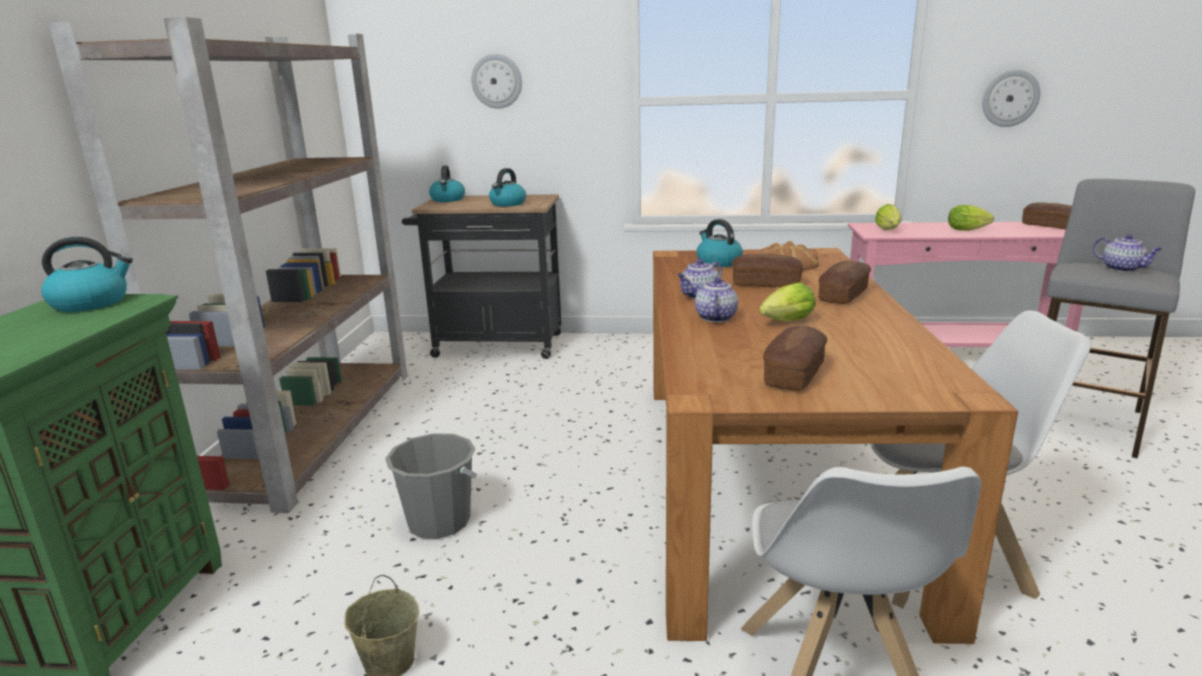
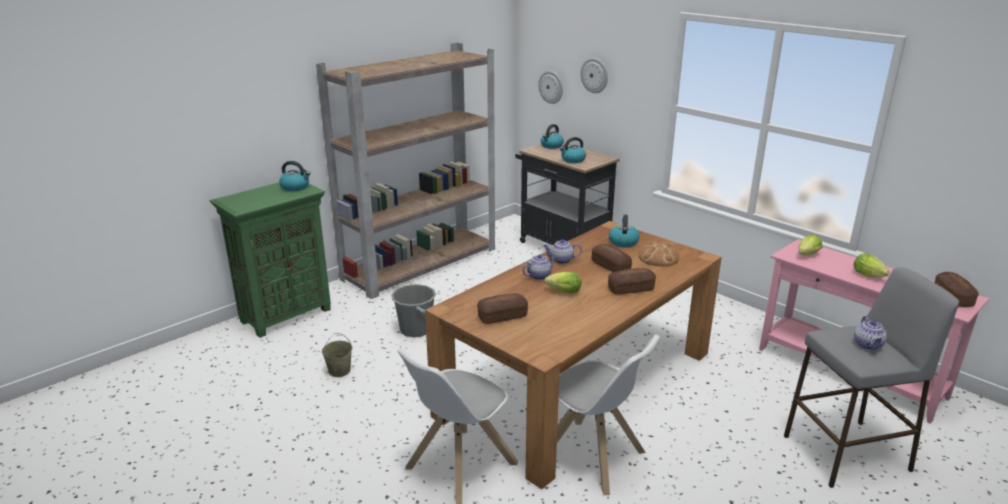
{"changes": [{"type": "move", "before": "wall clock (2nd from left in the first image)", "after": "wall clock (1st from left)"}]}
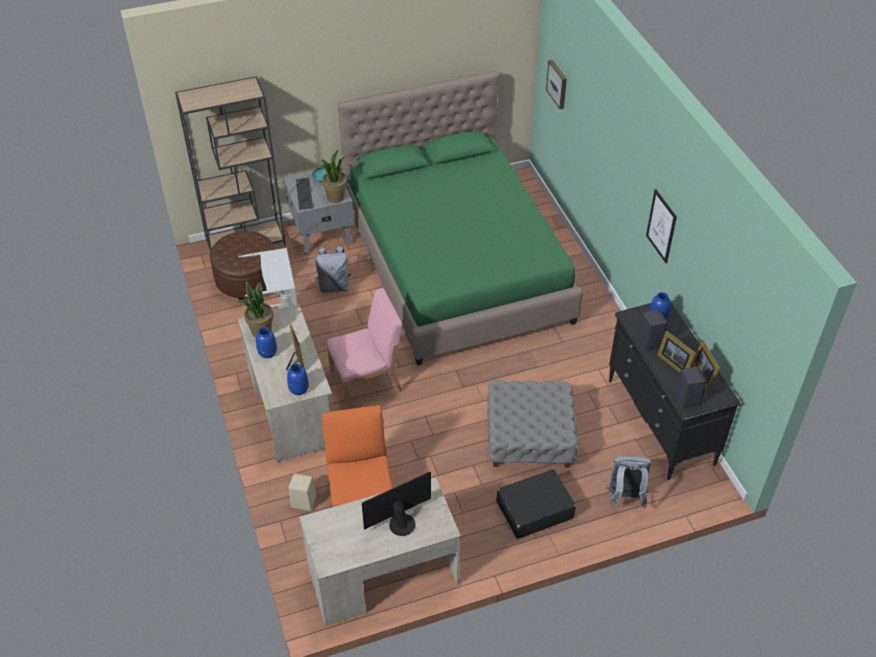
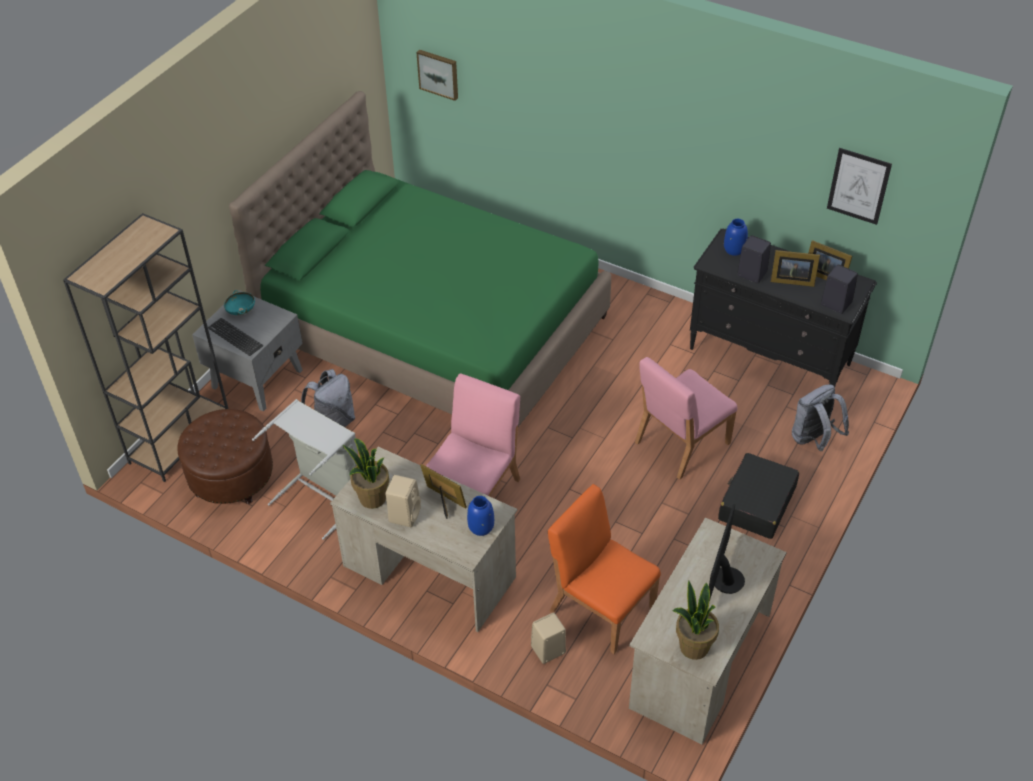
{"changes": [{"type": "move", "before": "potted plant (2nd from left)"}, {"type": "move", "before": "picture (2nd from left)"}, {"type": "replace", "before": "vase in blue (1st from left)", "after": "speaker in beige (1st from left)"}, {"type": "replace", "before": "ottoman in grey", "after": "chair in pink (2nd from left)"}]}
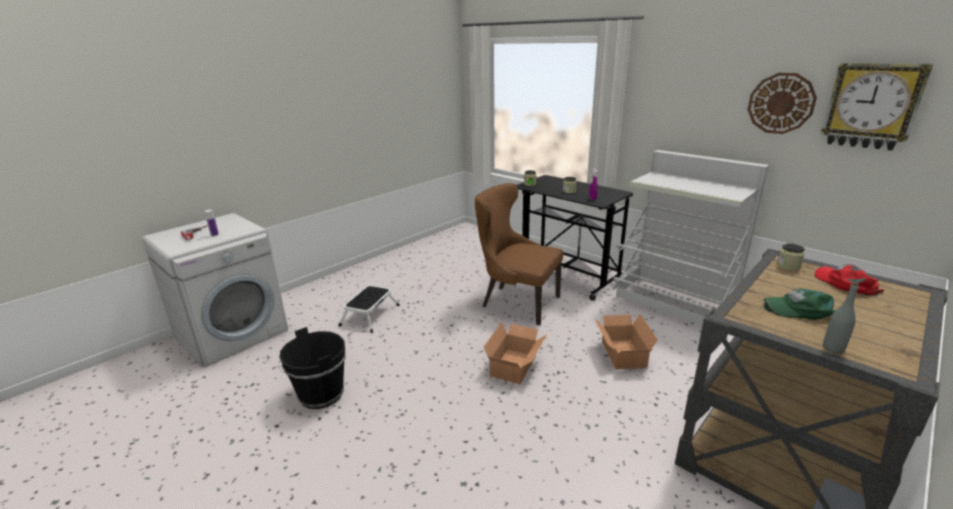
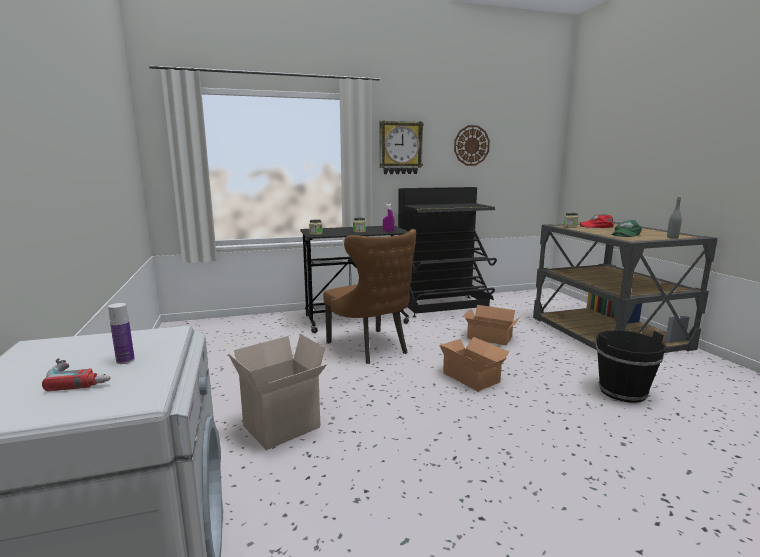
{"changes": [{"type": "move", "before": "wall clock (2nd from left in the first image)", "after": "wall clock (1st from left)"}, {"type": "recolor", "before": "shoe rack in white", "after": "shoe rack in black"}, {"type": "rotate", "before": "chair in brown", "turn": -90}, {"type": "replace", "before": "step ladder in black", "after": "cardboard box (1st from left)"}, {"type": "move", "before": "bucket in black"}]}
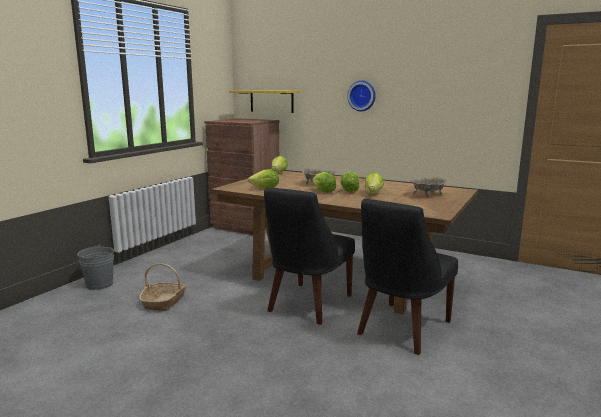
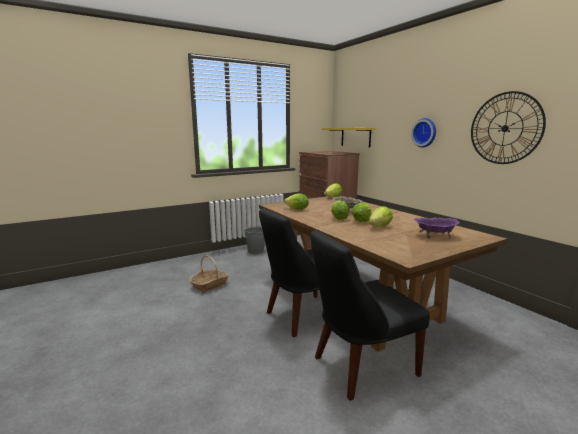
{"changes": [{"type": "recolor", "before": "bowl in beige (2nd from left)", "after": "bowl in purple"}, {"type": "move", "before": "bucket in grey"}, {"type": "insert", "after": "wall clock (2nd from left)"}]}
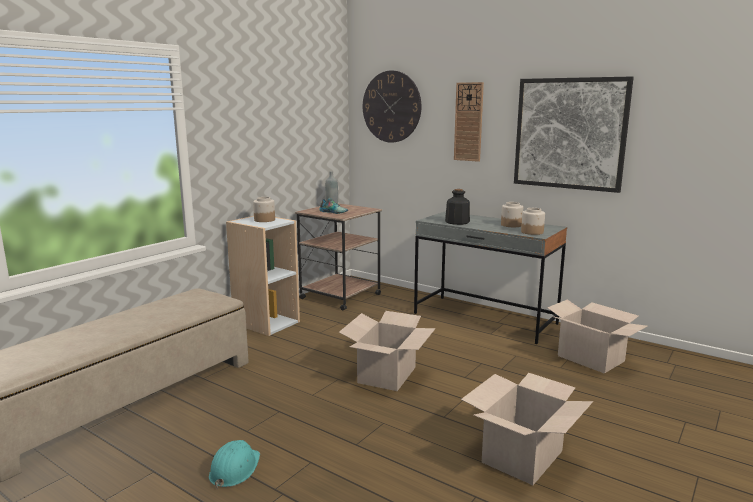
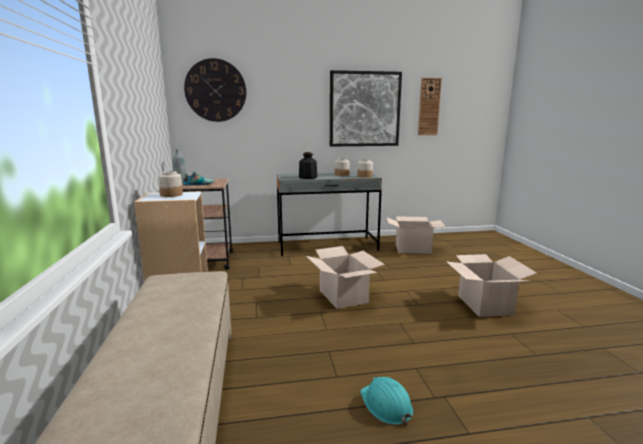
{"changes": [{"type": "move", "before": "wall clock (2nd from left)"}]}
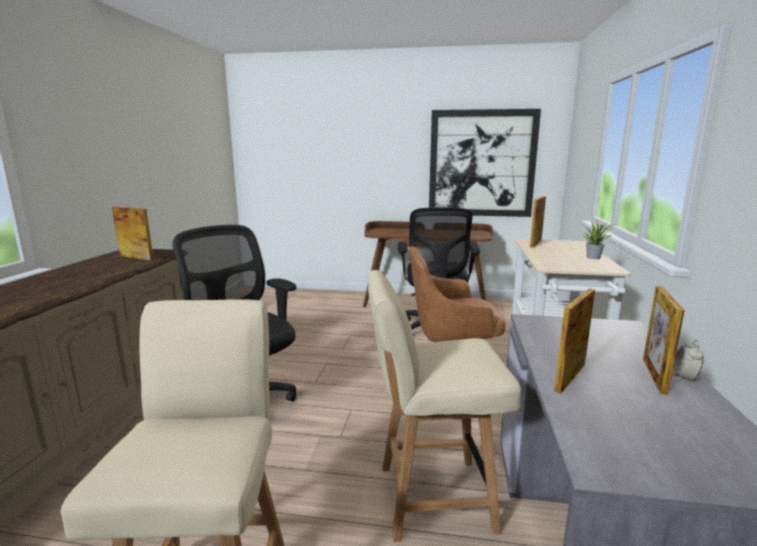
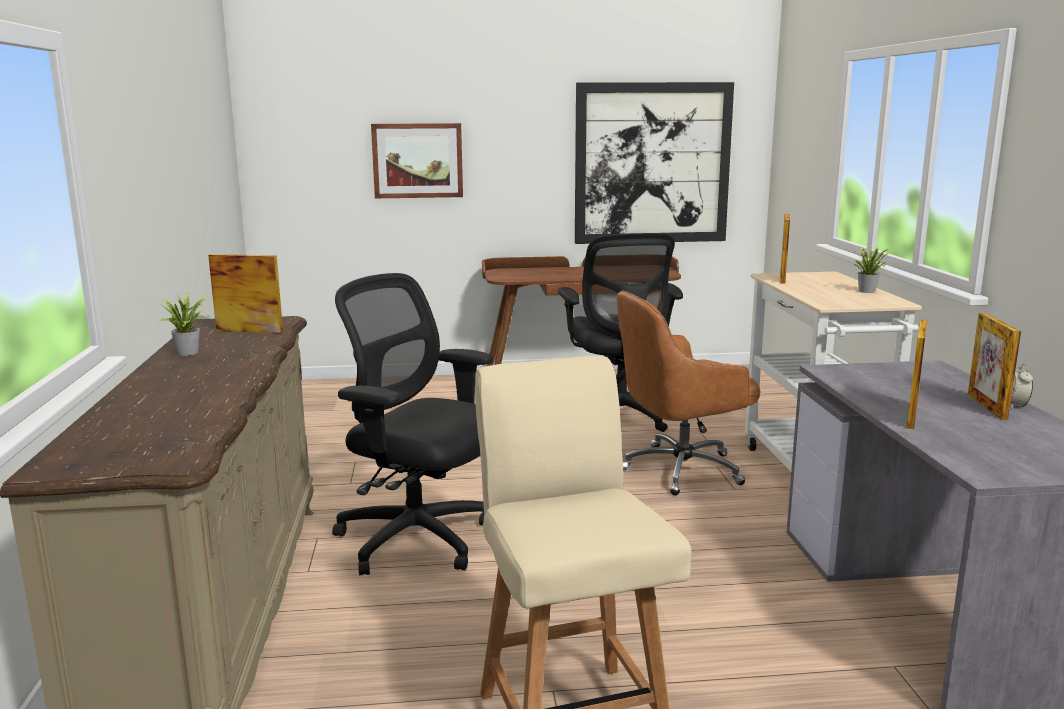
{"changes": [{"type": "delete", "before": "chair in beige (2nd from left)"}, {"type": "insert", "after": "picture (1st from left)"}, {"type": "insert", "after": "potted plant (1st from left)"}]}
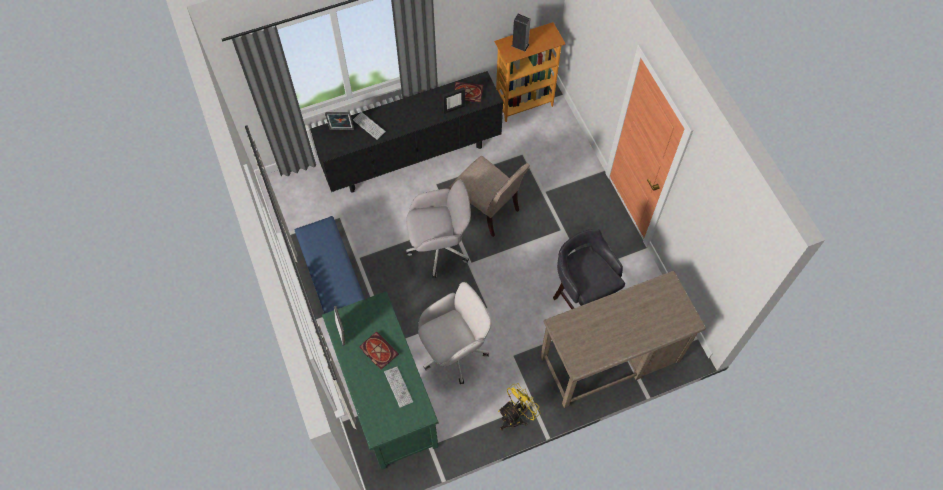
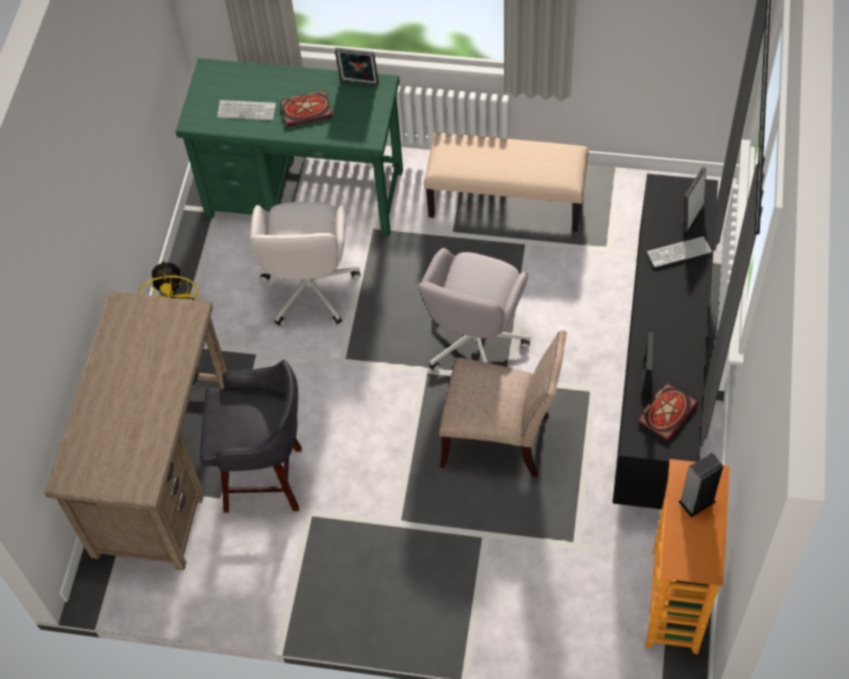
{"changes": [{"type": "rotate", "before": "chair in beige", "turn": -150}, {"type": "recolor", "before": "bench in blue", "after": "bench in beige"}]}
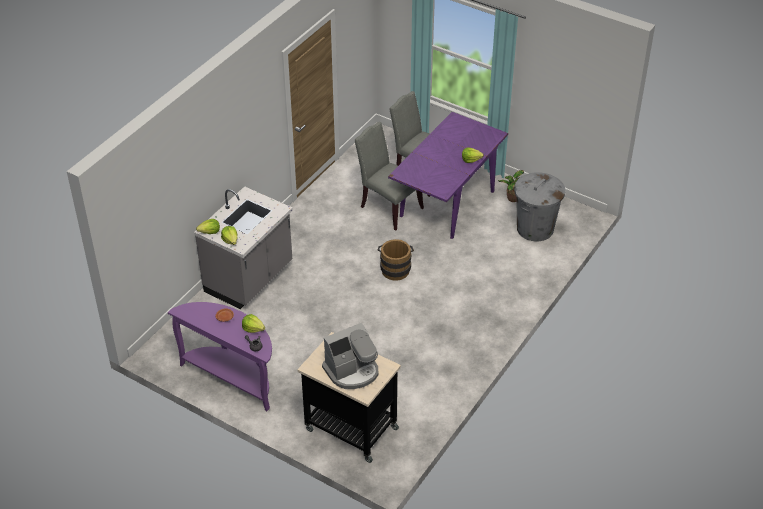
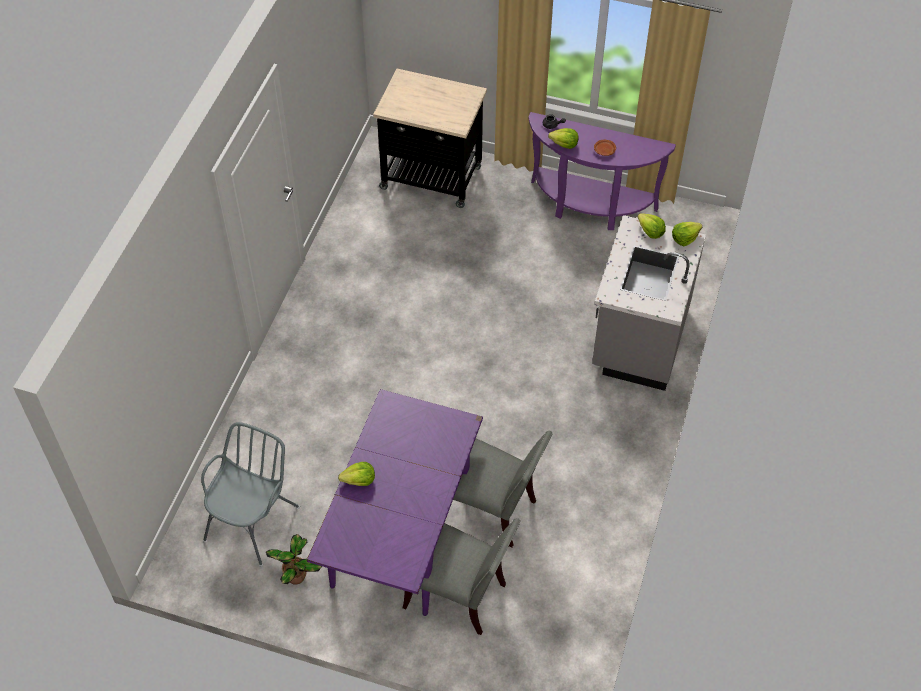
{"changes": [{"type": "replace", "before": "trash can in grey", "after": "chair in grey (1st from left)"}, {"type": "delete", "before": "bucket in brown"}, {"type": "delete", "before": "coffee machine"}]}
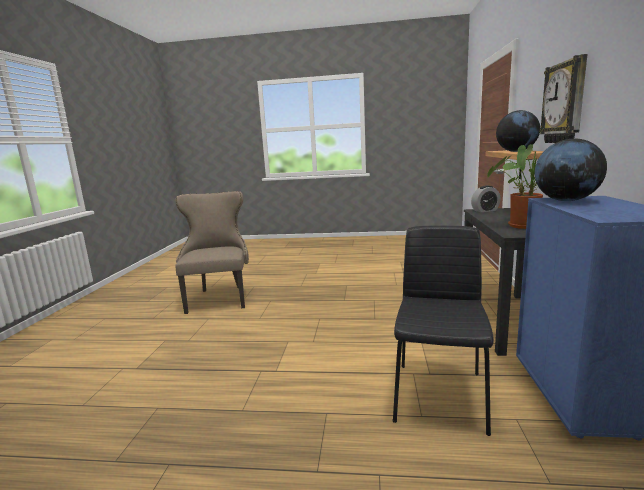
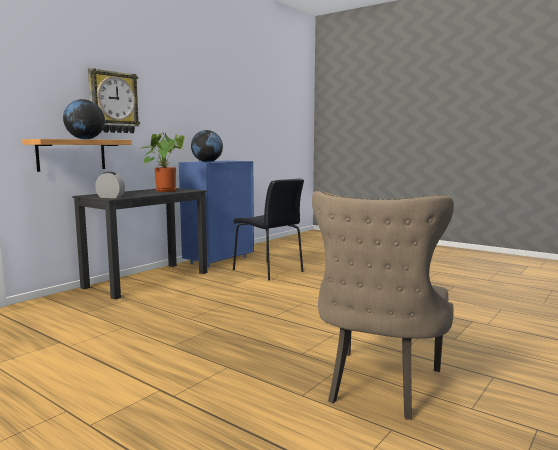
{"changes": [{"type": "rotate", "before": "chair in black", "turn": -90}]}
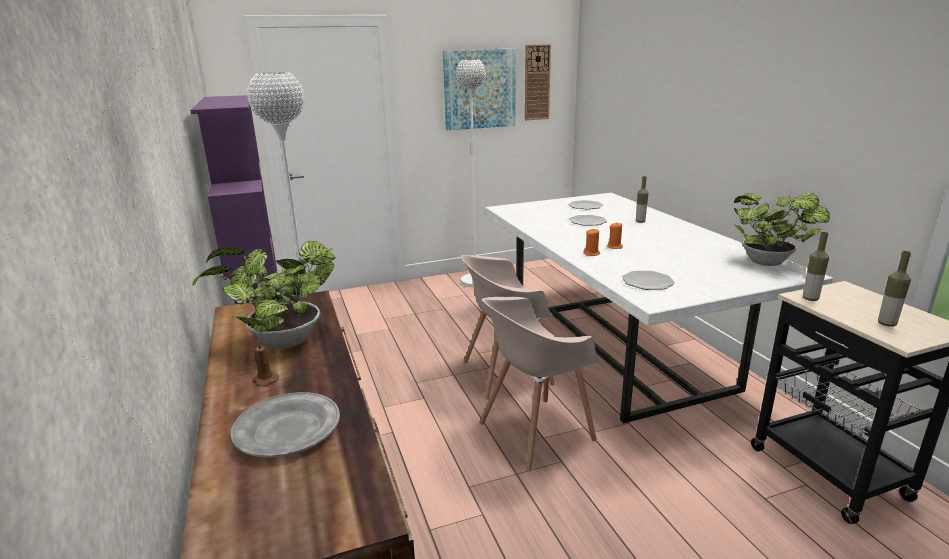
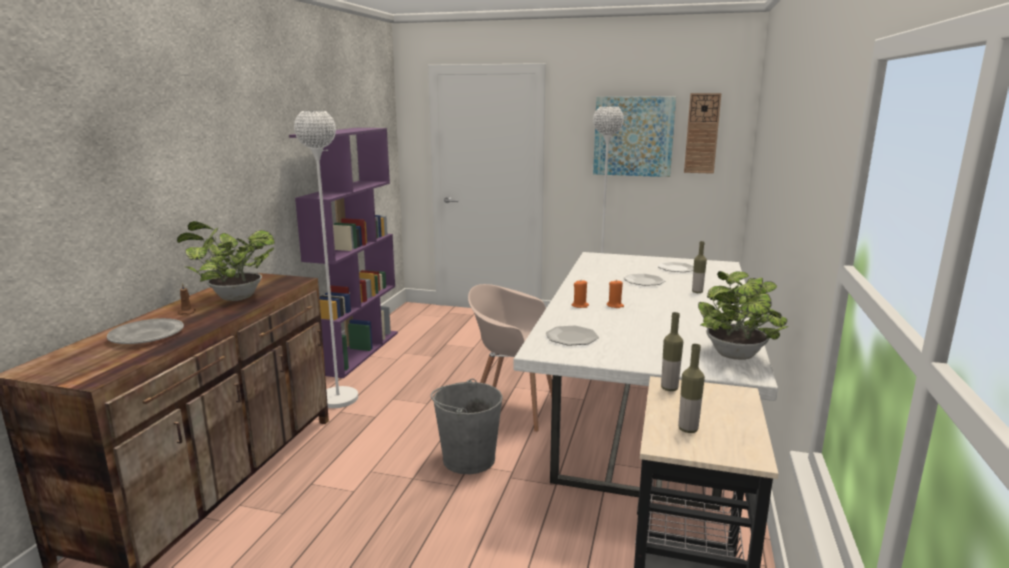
{"changes": [{"type": "replace", "before": "chair in beige (2nd from left)", "after": "bucket in grey"}]}
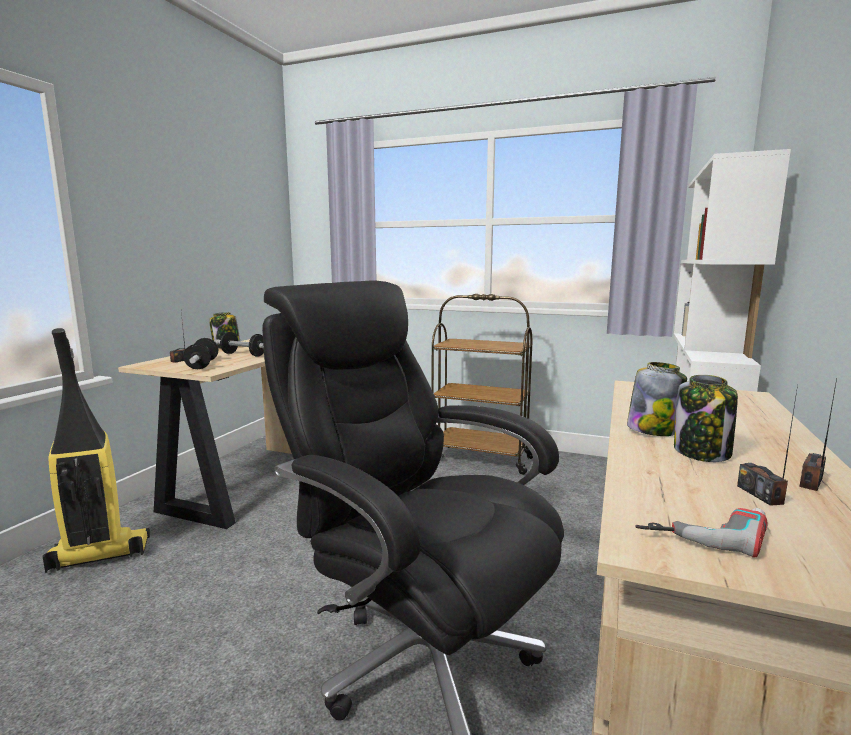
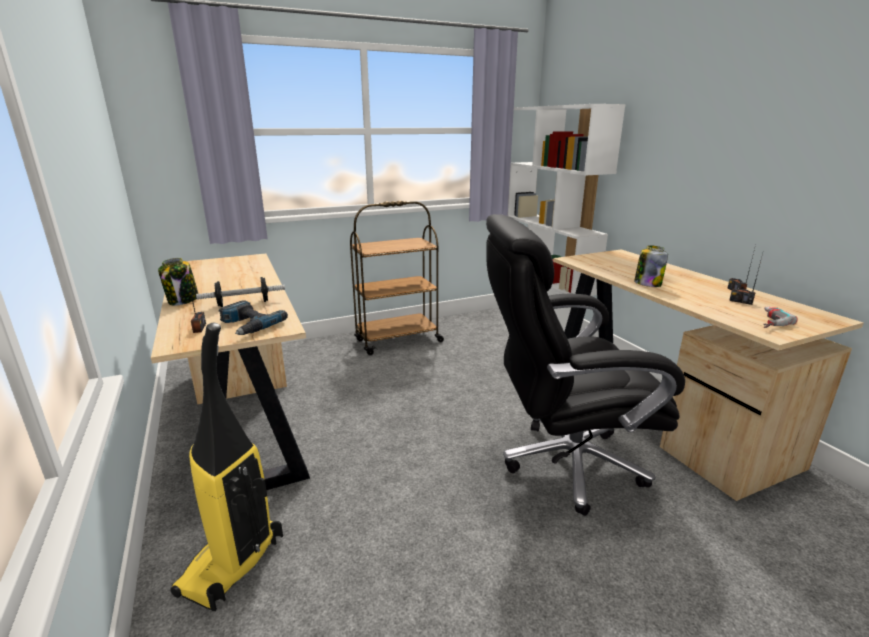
{"changes": [{"type": "replace", "before": "dumbbell (1st from left)", "after": "power drill (1st from left)"}, {"type": "delete", "before": "jar (3rd from left)"}]}
